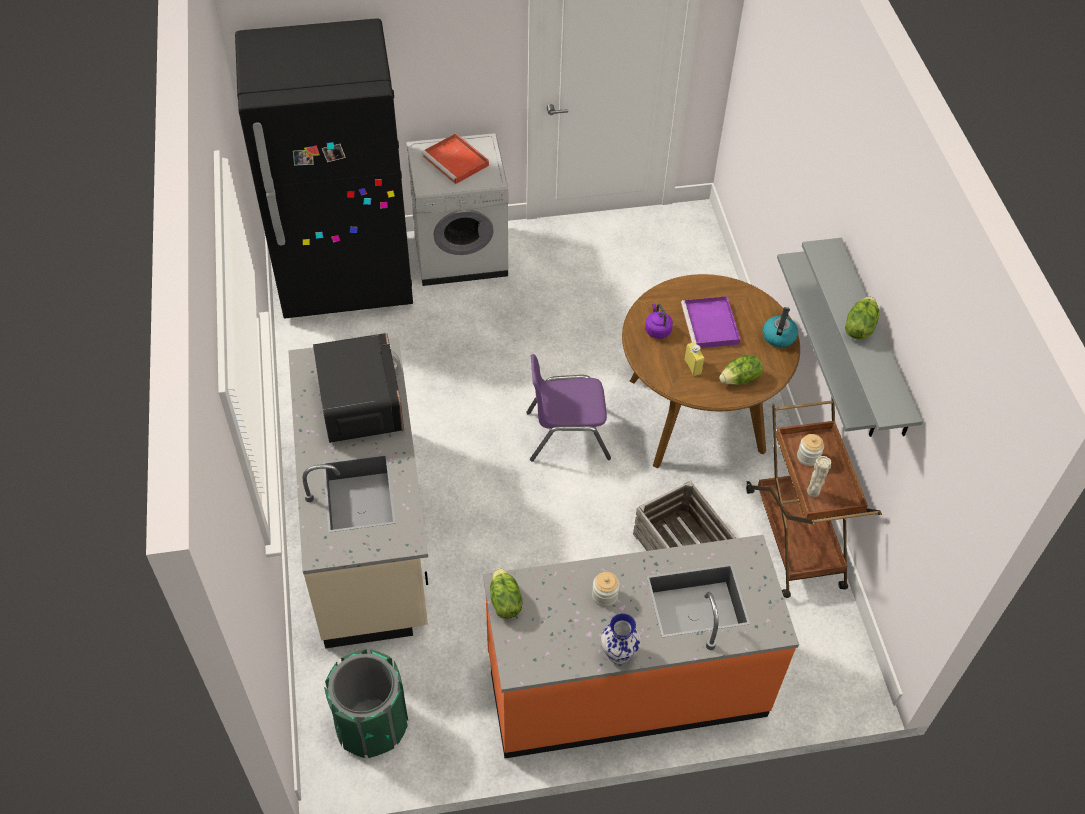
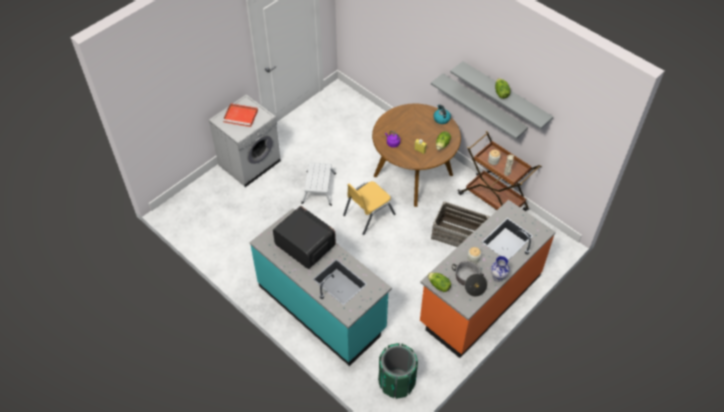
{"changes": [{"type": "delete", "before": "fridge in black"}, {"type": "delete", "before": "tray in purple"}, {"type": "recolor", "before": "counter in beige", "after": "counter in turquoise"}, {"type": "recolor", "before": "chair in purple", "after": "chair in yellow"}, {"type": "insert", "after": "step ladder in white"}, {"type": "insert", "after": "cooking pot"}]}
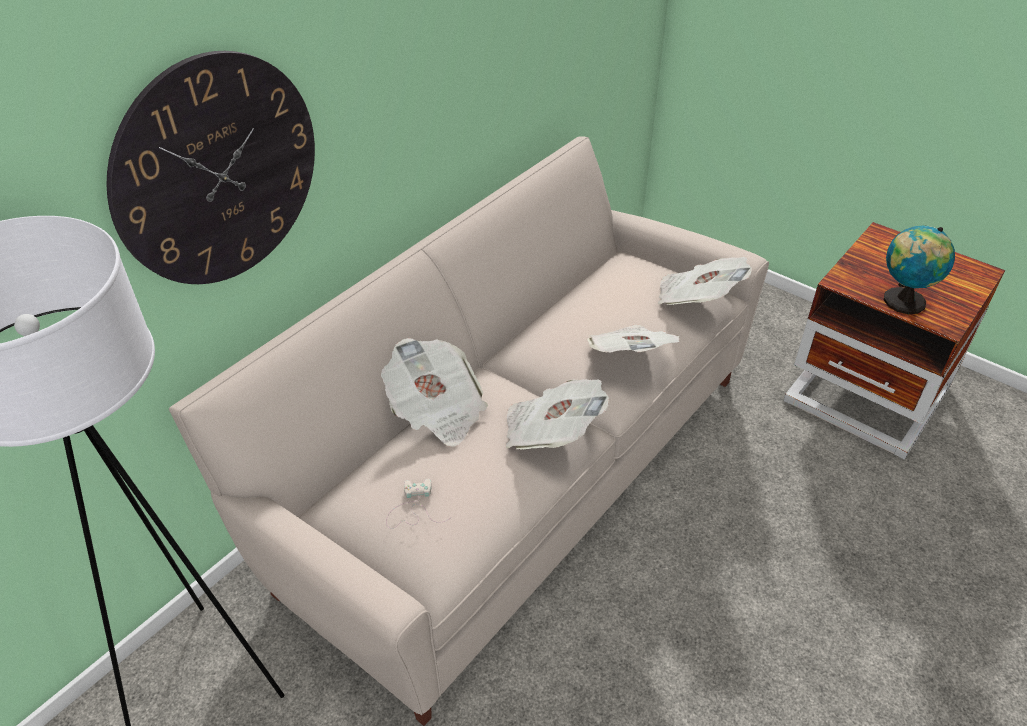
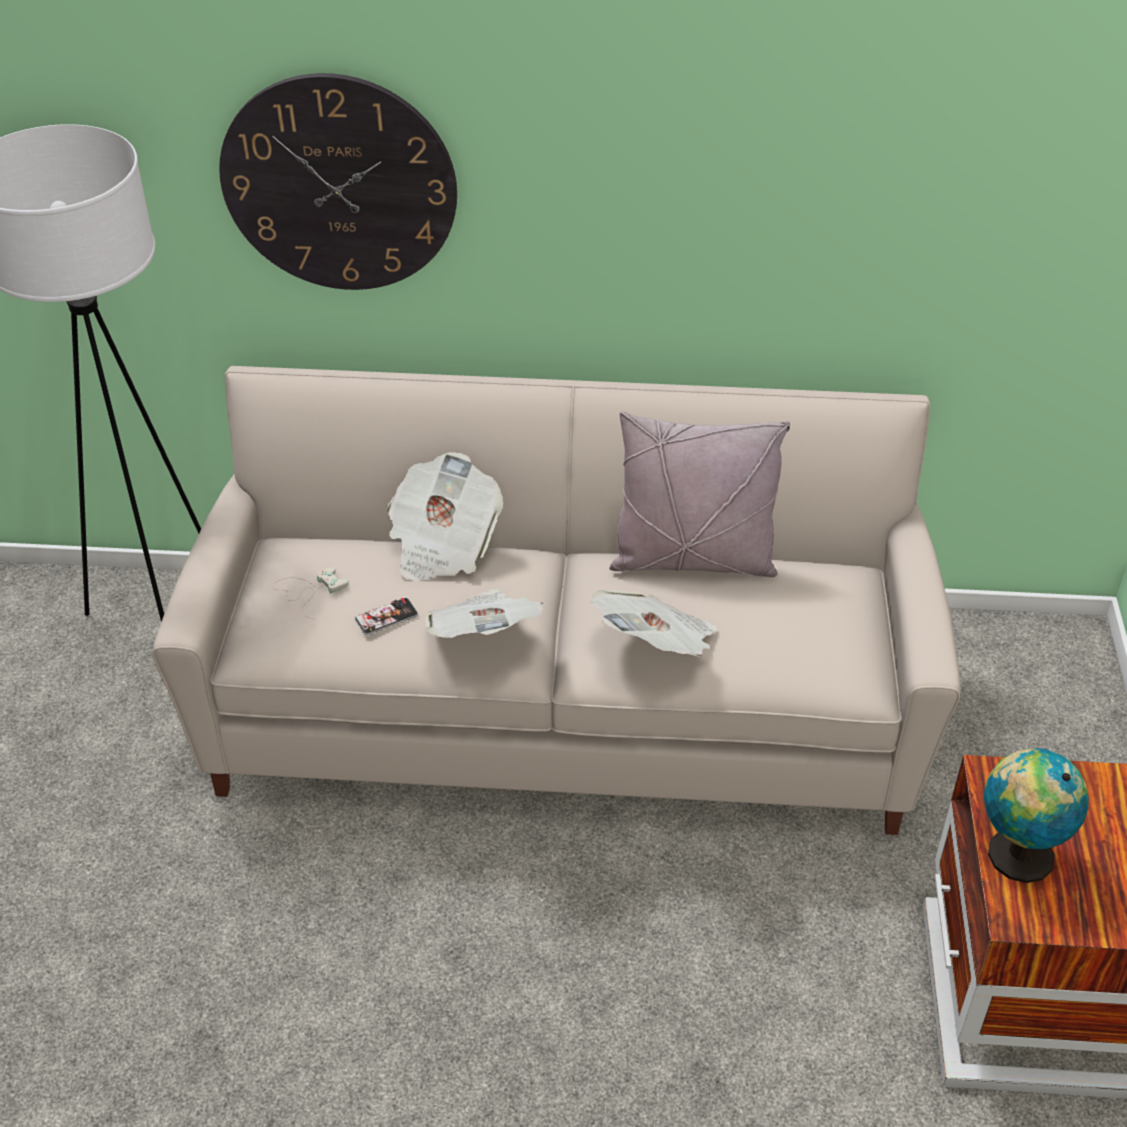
{"changes": [{"type": "delete", "before": "newspaper (4th from left)"}, {"type": "insert", "after": "pillow in purple"}, {"type": "insert", "after": "phone"}]}
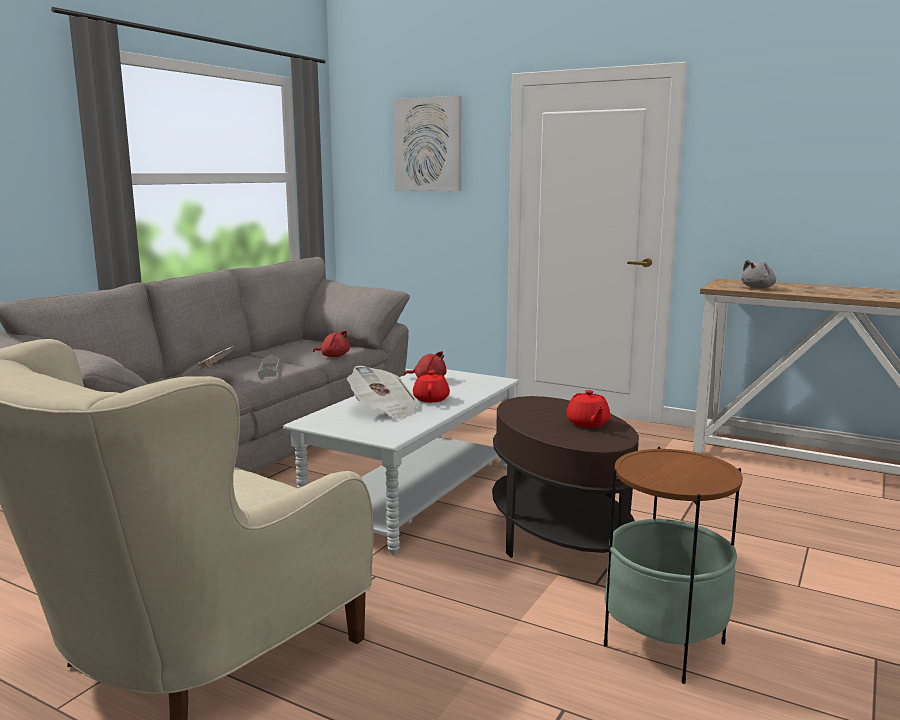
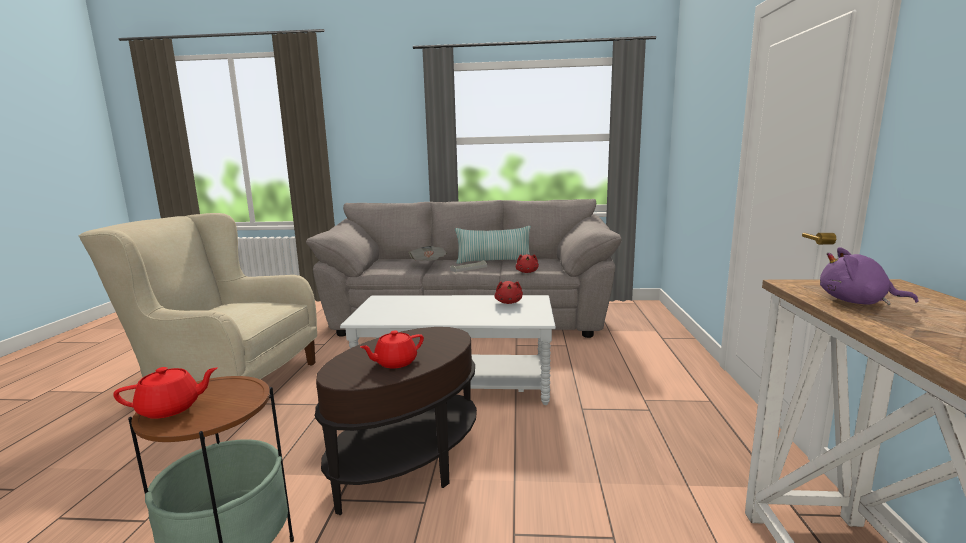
{"changes": [{"type": "delete", "before": "picture"}, {"type": "recolor", "before": "plush toy in grey", "after": "plush toy in purple"}, {"type": "delete", "before": "newspaper (2nd from left)"}, {"type": "move", "before": "teapot in red (1st from left)"}, {"type": "insert", "after": "pillow"}]}
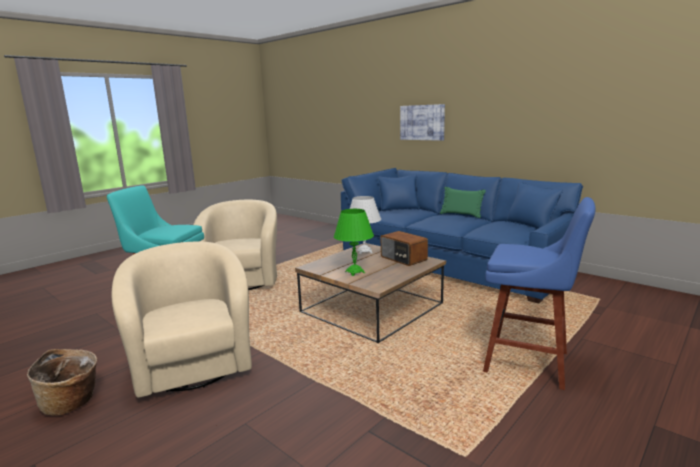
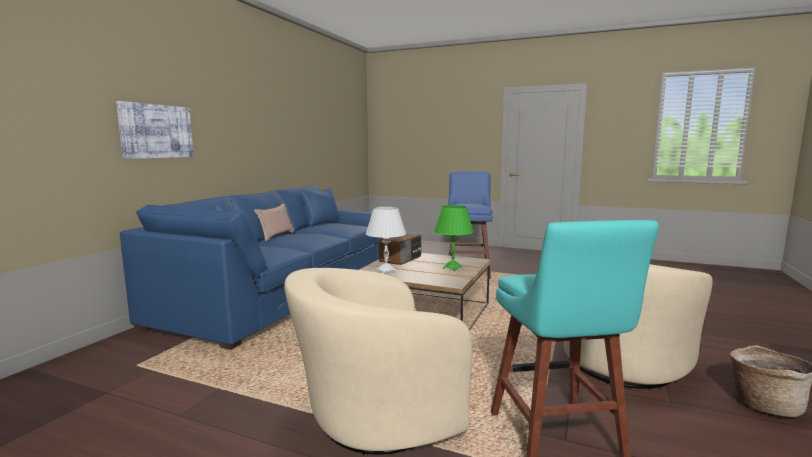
{"changes": [{"type": "recolor", "before": "pillow in green", "after": "pillow in beige"}]}
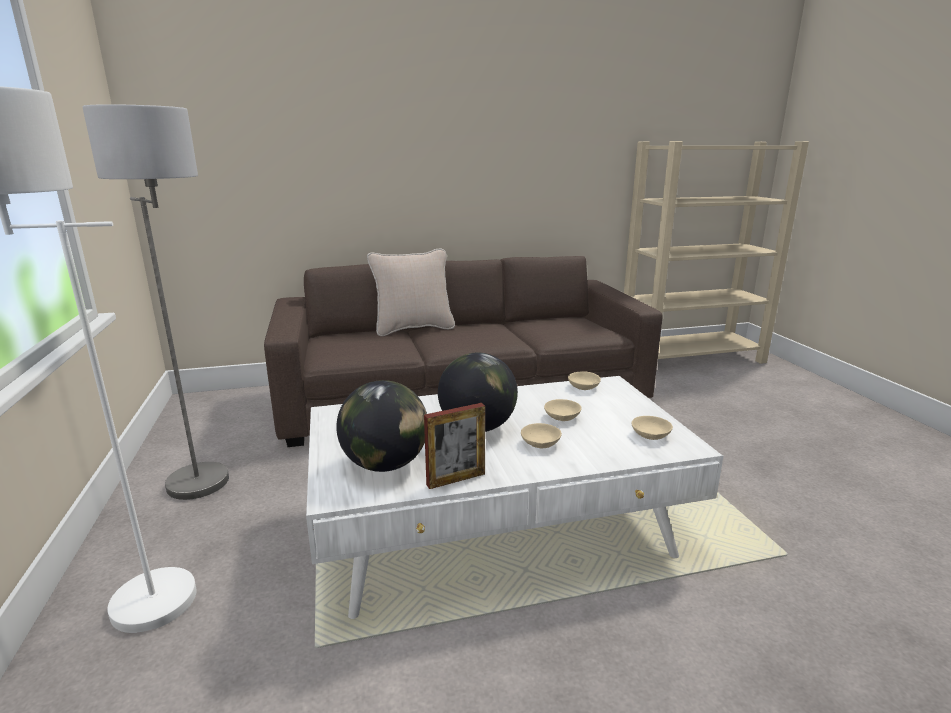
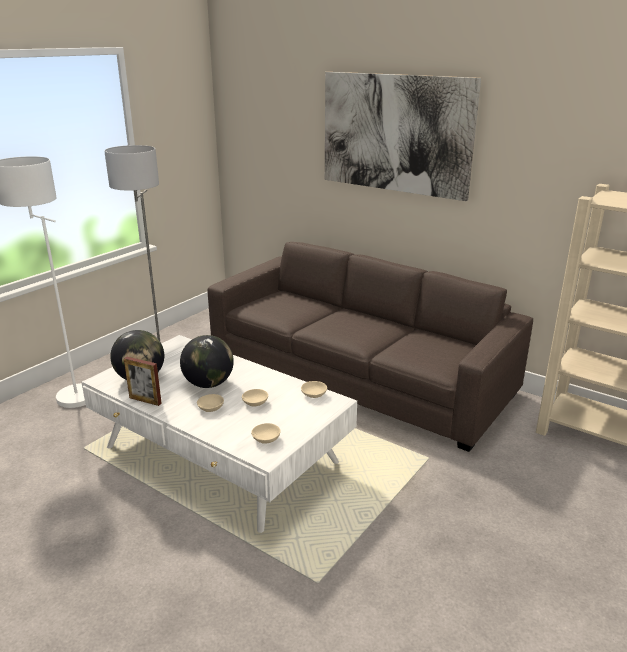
{"changes": [{"type": "delete", "before": "pillow in beige"}, {"type": "insert", "after": "picture"}]}
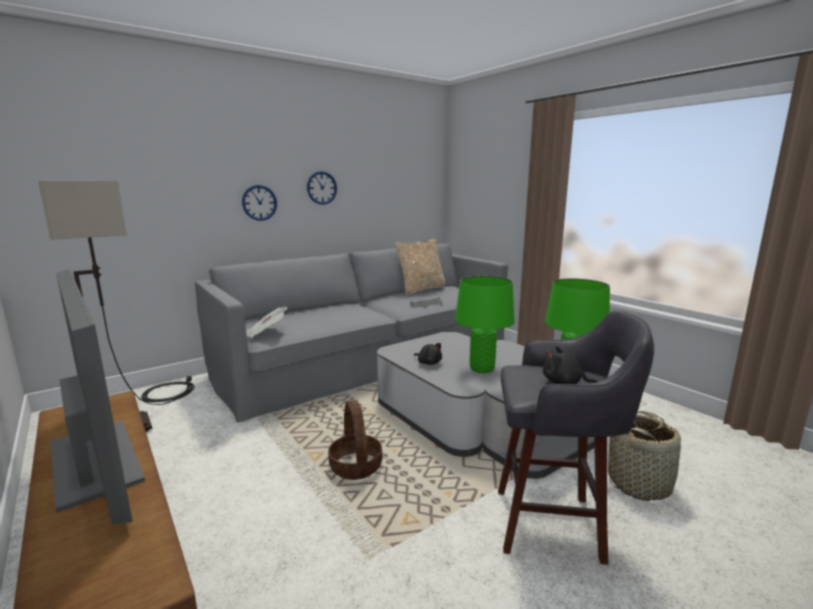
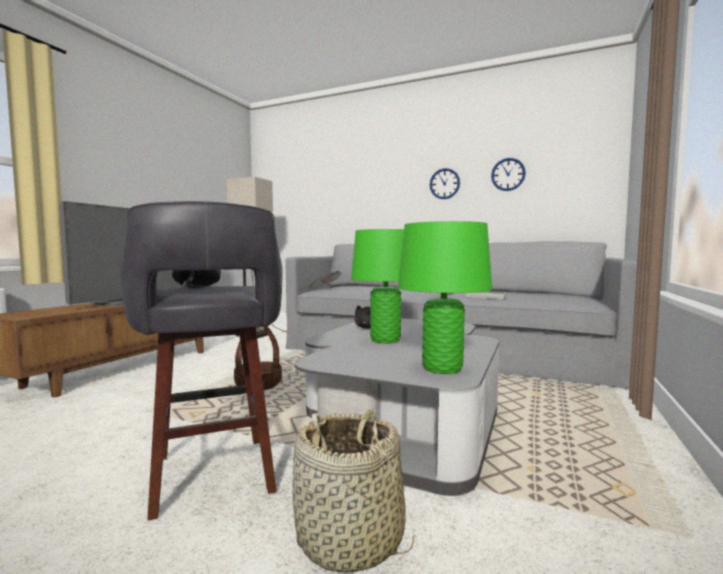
{"changes": [{"type": "move", "before": "wall clock (1st from left in the first image)", "after": "wall clock (2nd from left)"}, {"type": "delete", "before": "pillow in beige"}]}
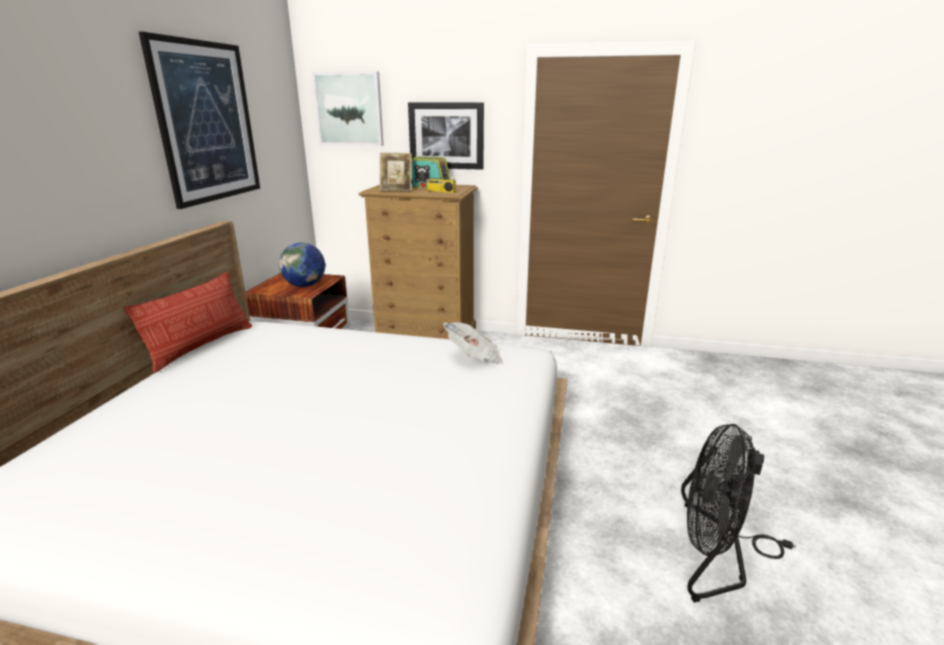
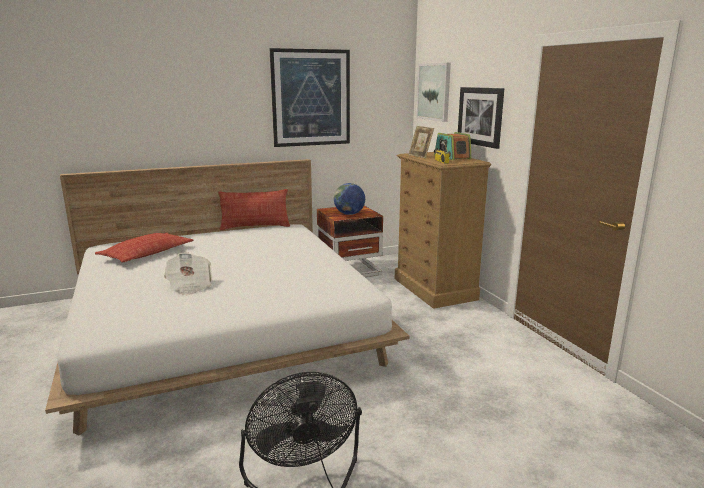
{"changes": [{"type": "move", "before": "newspaper"}, {"type": "insert", "after": "pillow (1st from left)"}]}
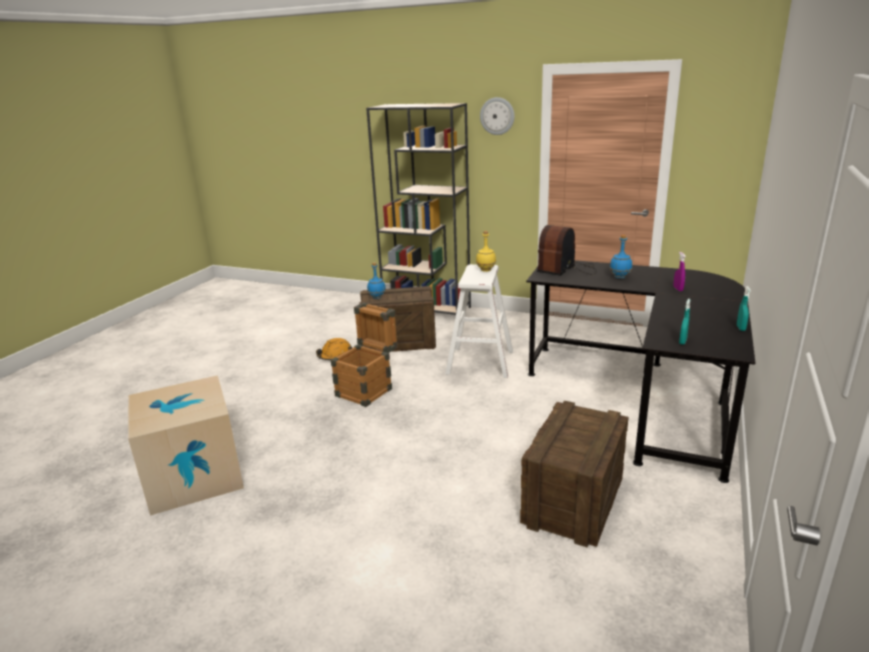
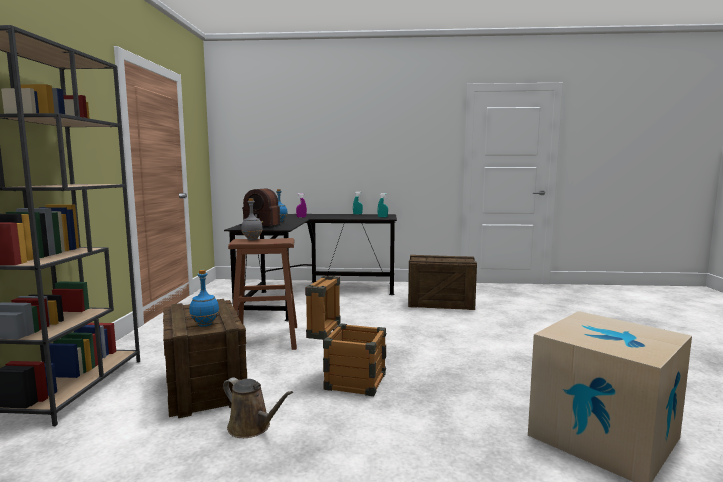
{"changes": [{"type": "delete", "before": "wall clock"}, {"type": "recolor", "before": "bottle in yellow", "after": "bottle in grey"}, {"type": "recolor", "before": "stool in white", "after": "stool in brown"}, {"type": "replace", "before": "hard hat in orange", "after": "watering can in brown"}]}
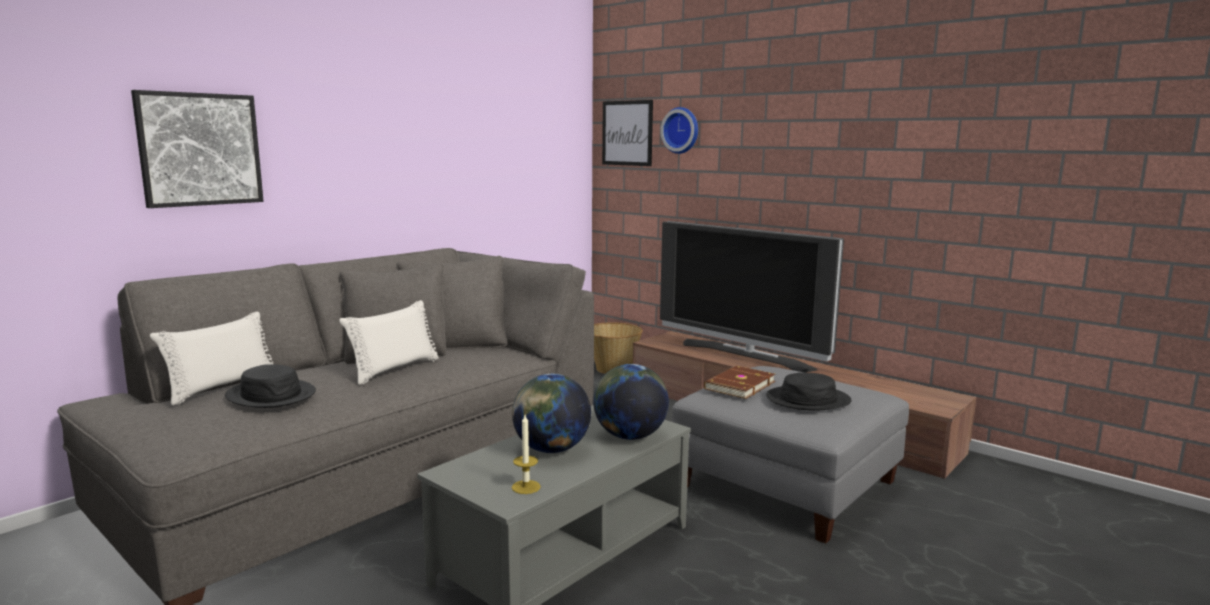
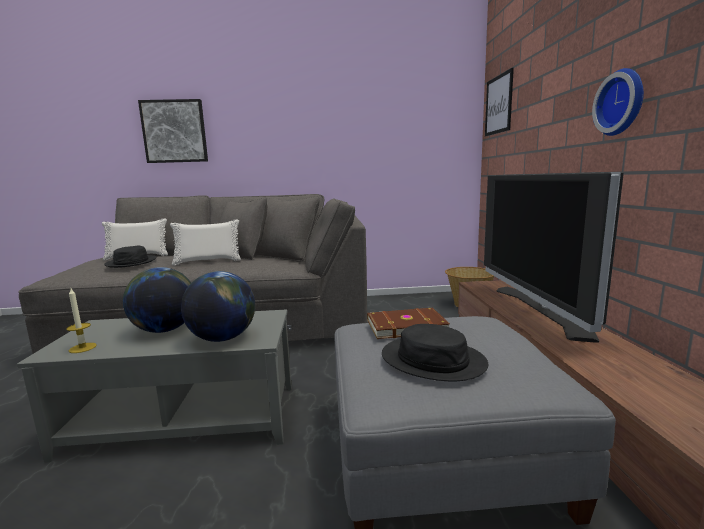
{"changes": [{"type": "move", "before": "wall clock"}]}
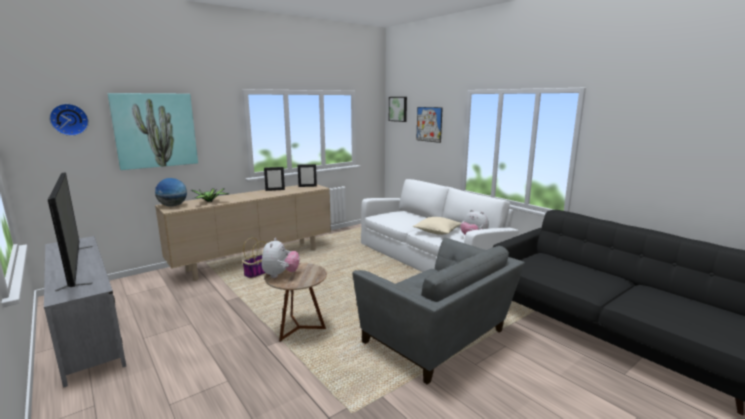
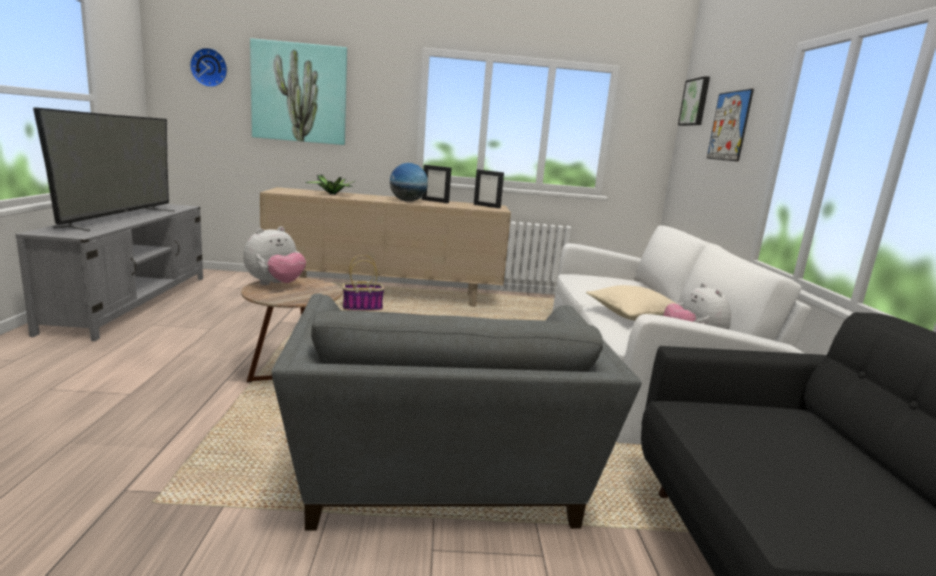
{"changes": [{"type": "move", "before": "globe"}]}
